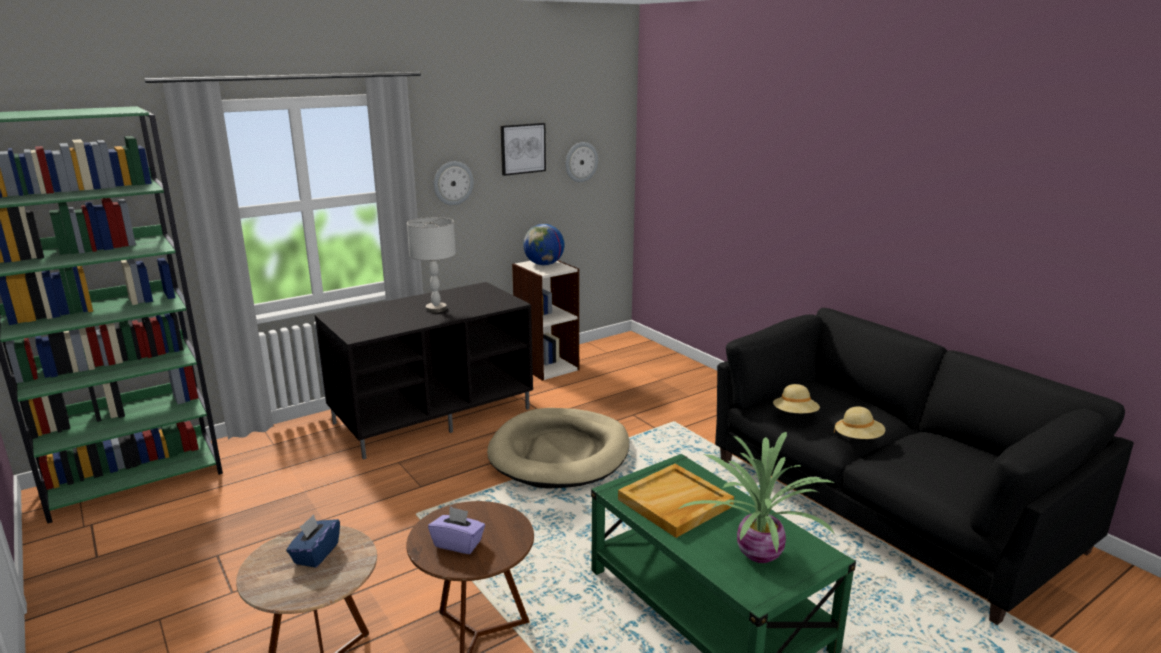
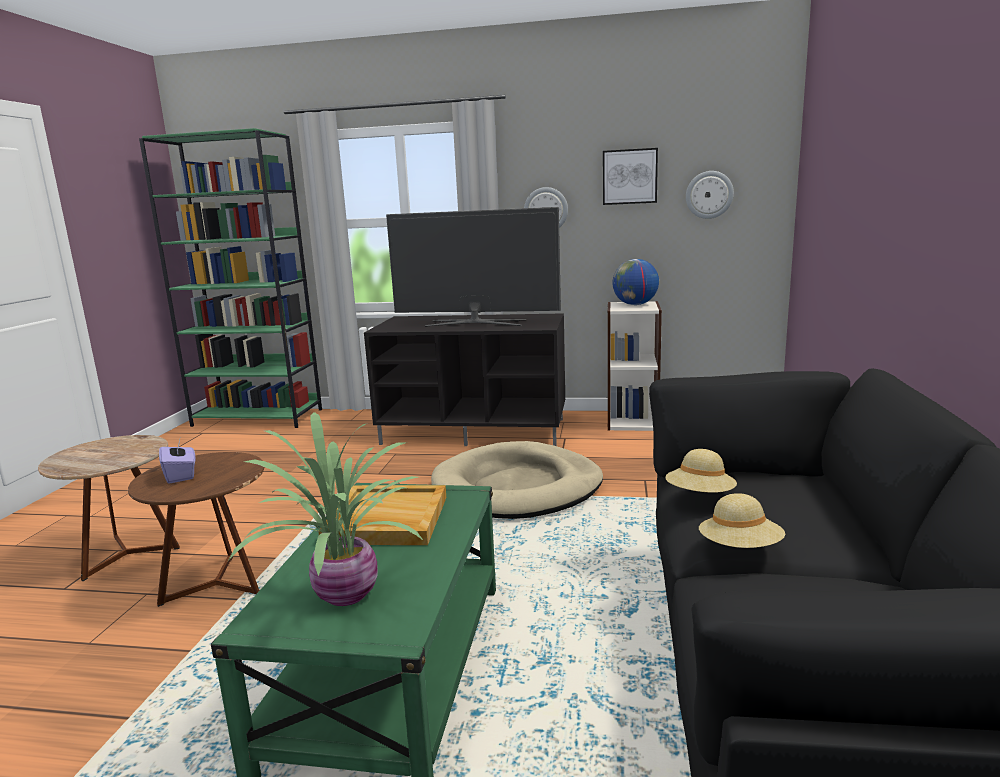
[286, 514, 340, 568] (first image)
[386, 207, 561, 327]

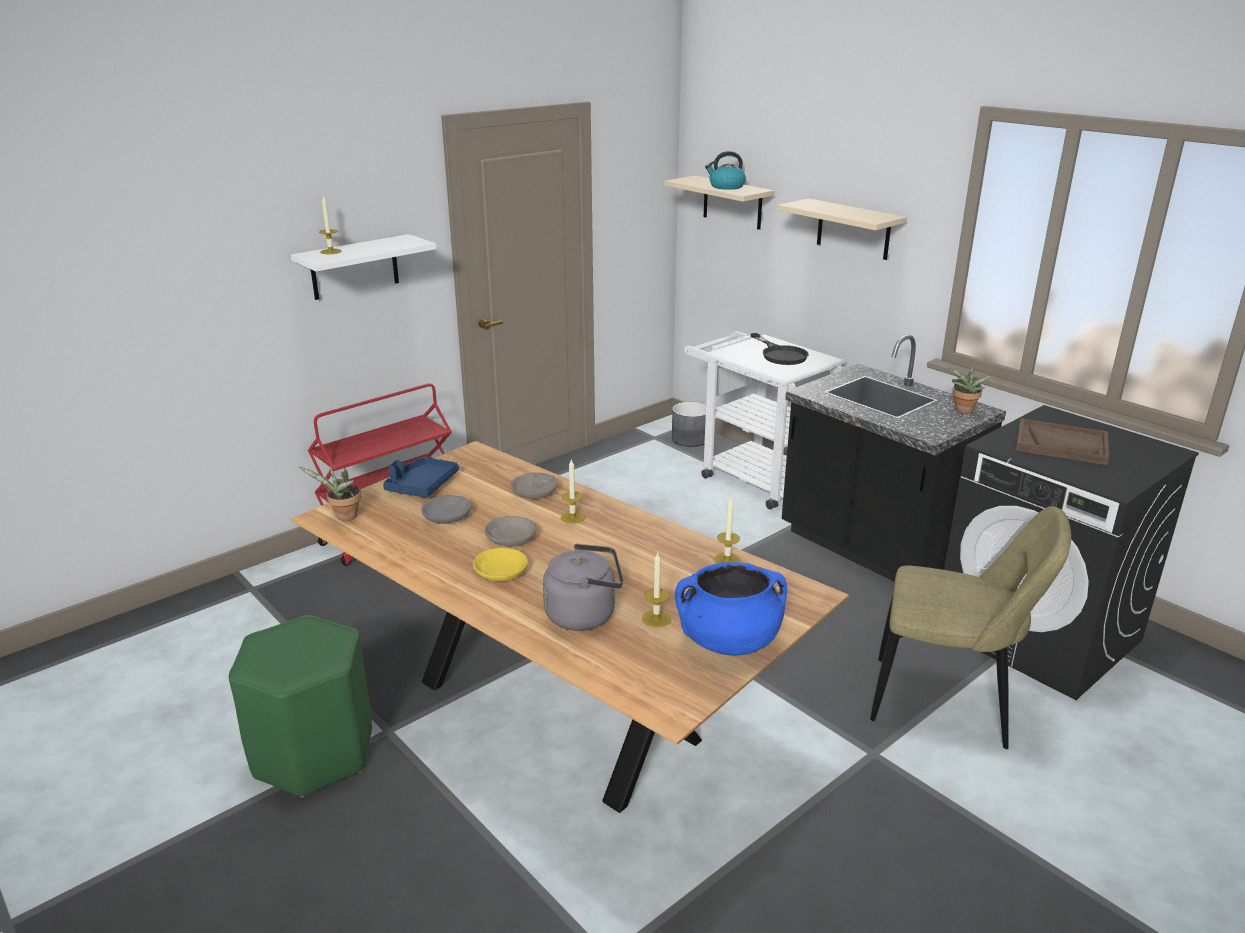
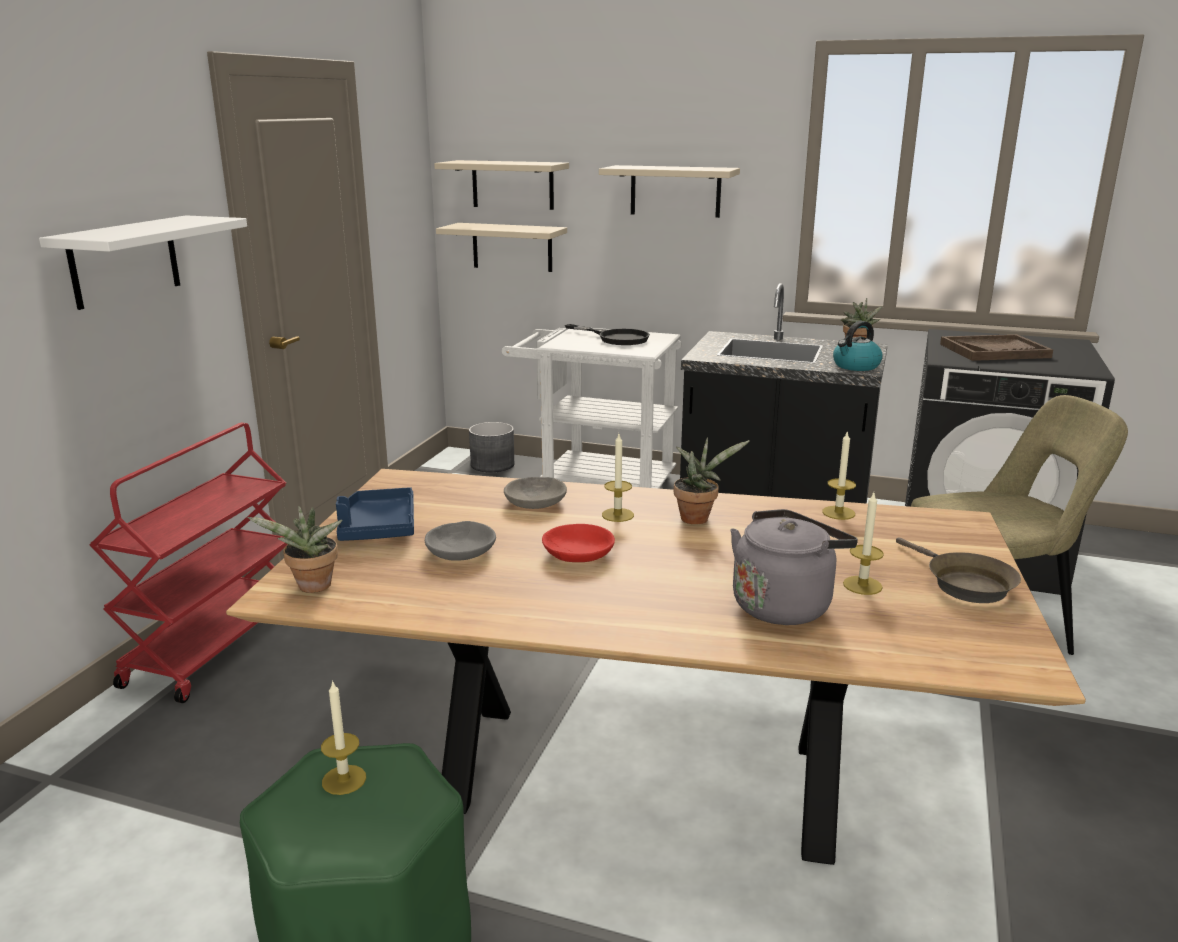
[473, 548, 528, 582] (first image)
[436, 223, 567, 272]
[674, 437, 749, 524]
[321, 680, 366, 795]
[833, 321, 883, 371]
[896, 537, 1021, 603]
[542, 524, 615, 562]

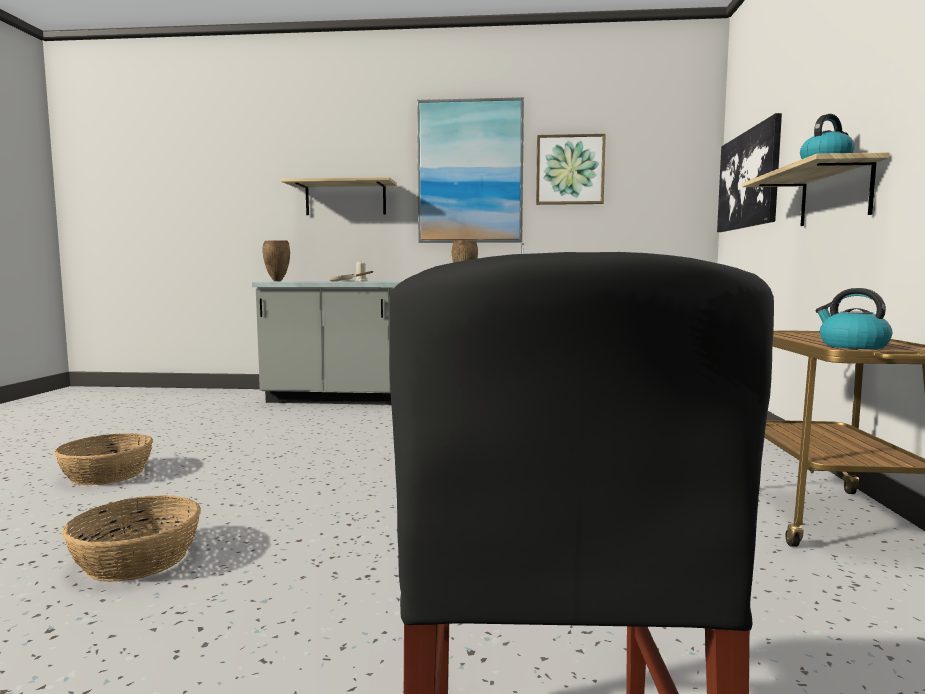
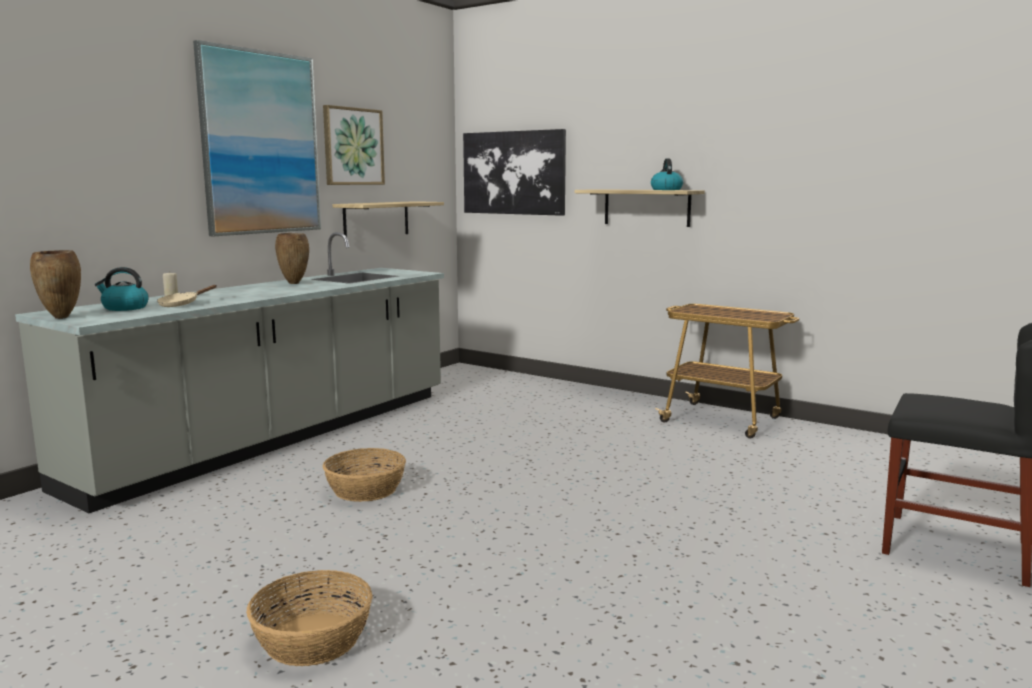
[323, 448, 406, 502]
[333, 201, 444, 237]
[95, 267, 149, 311]

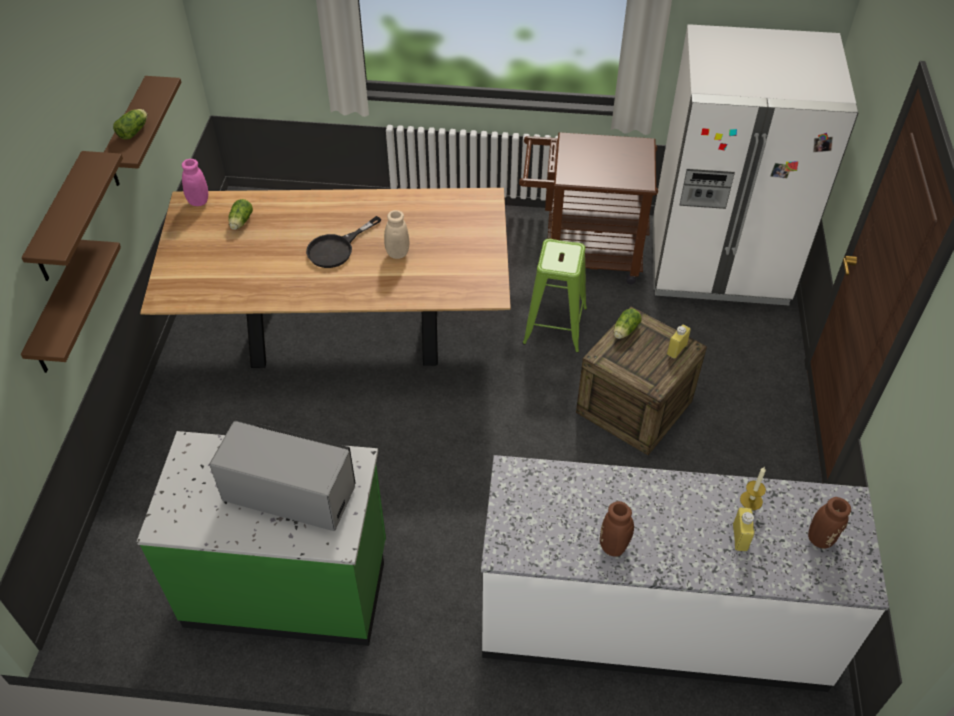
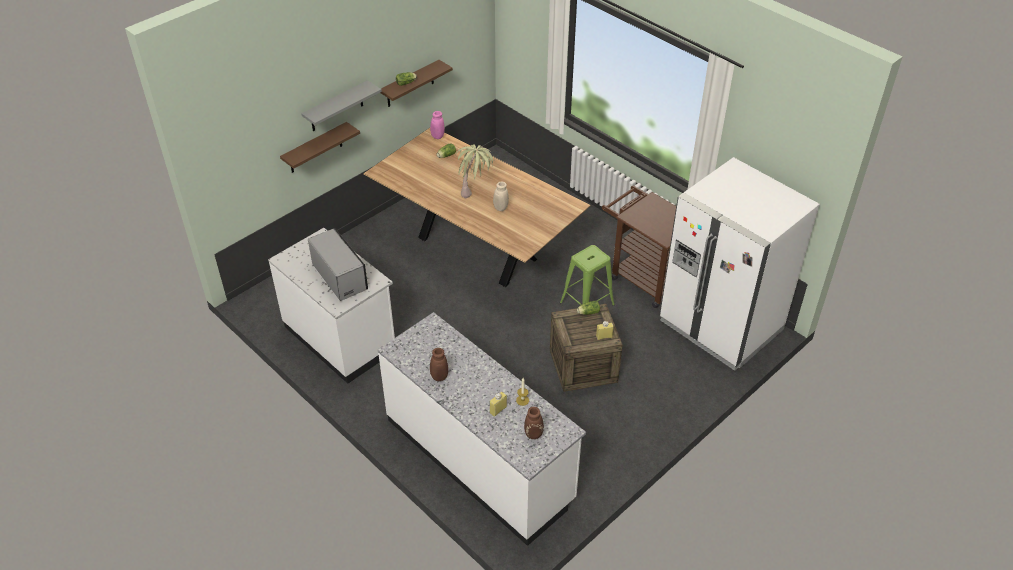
[456, 145, 495, 198]
[301, 80, 382, 131]
[268, 228, 395, 383]

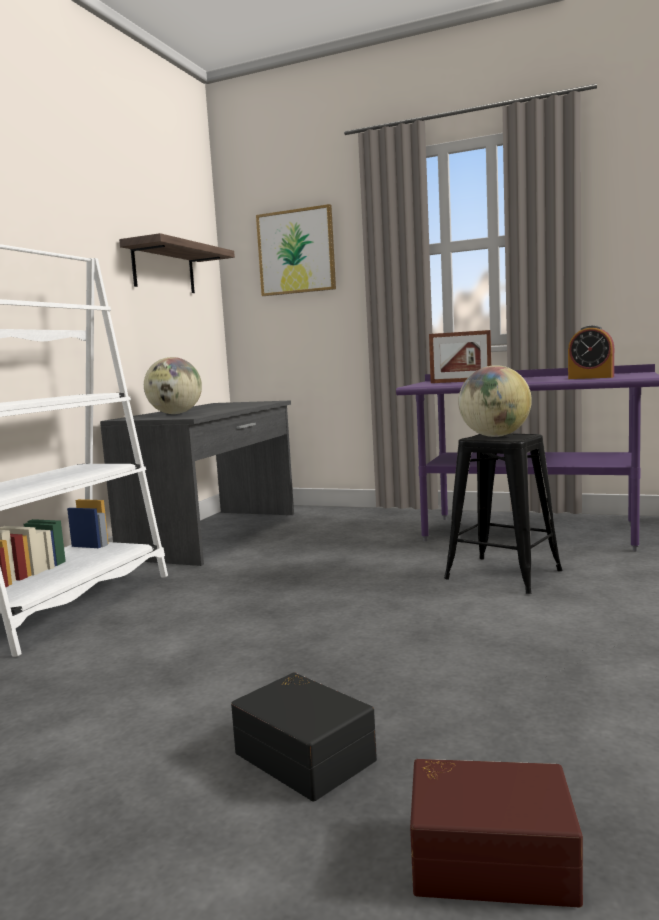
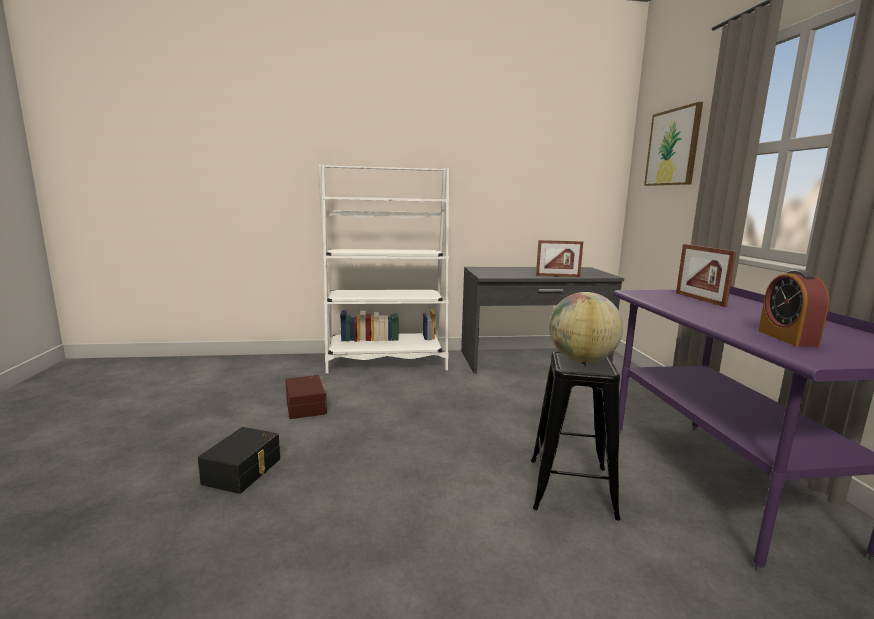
[119, 233, 235, 293] (first image)
[144, 357, 202, 414] (first image)
[536, 240, 583, 277]
[286, 375, 327, 419]

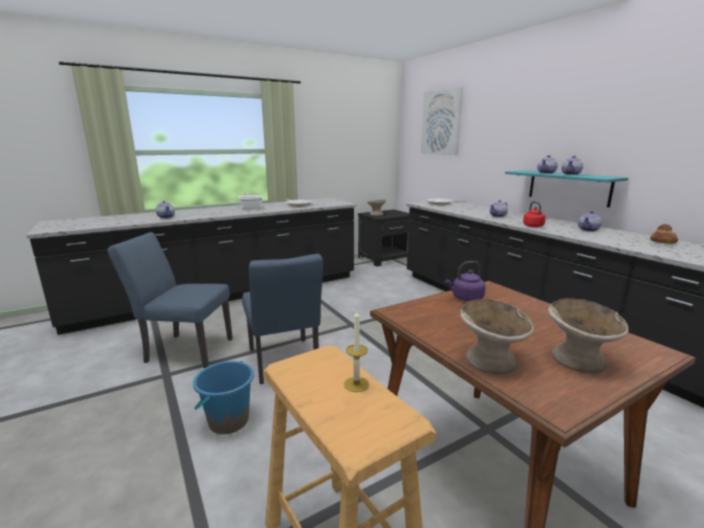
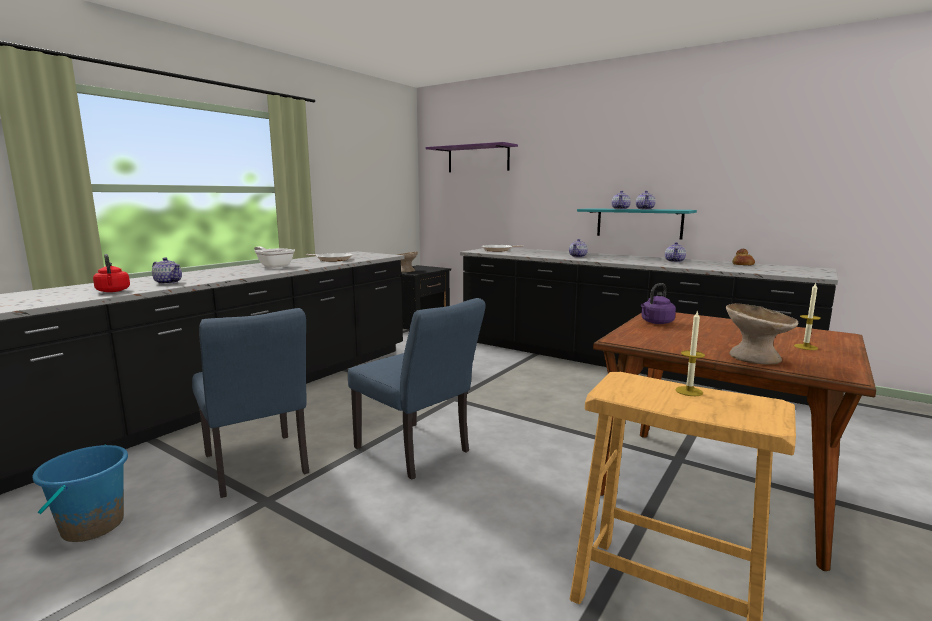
[32, 445, 128, 542]
[93, 254, 130, 292]
[426, 142, 518, 172]
[794, 282, 821, 350]
[192, 308, 309, 498]

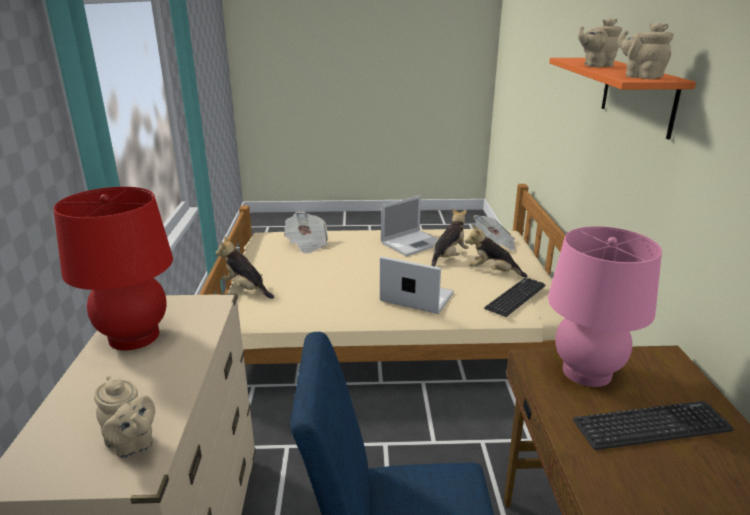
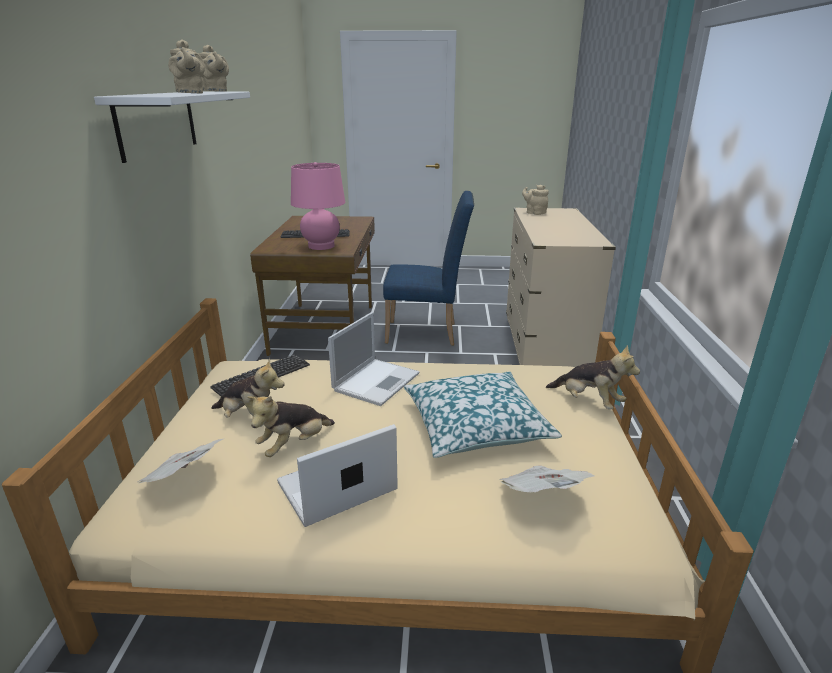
[53, 187, 173, 350] (first image)
[404, 371, 562, 458]
[94, 92, 250, 163]
[328, 312, 419, 406]
[168, 40, 205, 93]

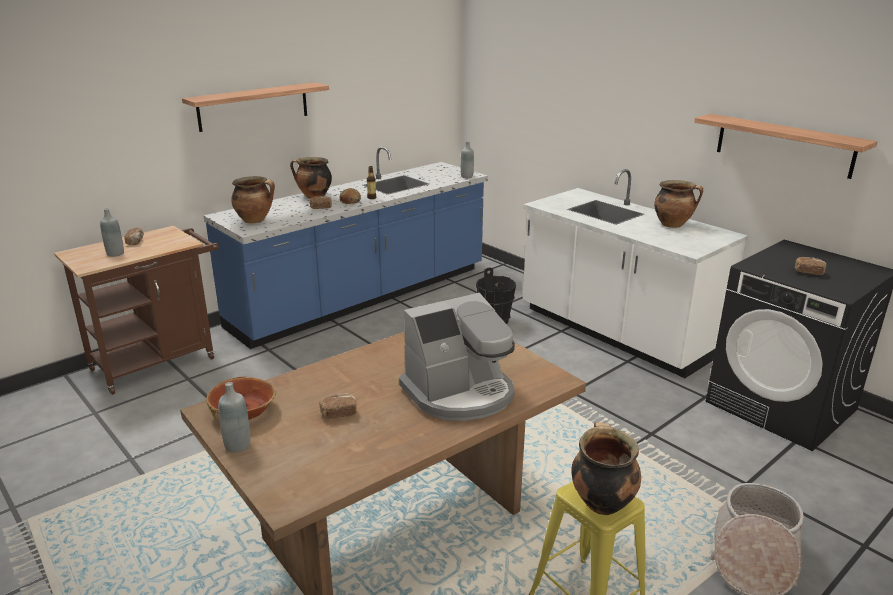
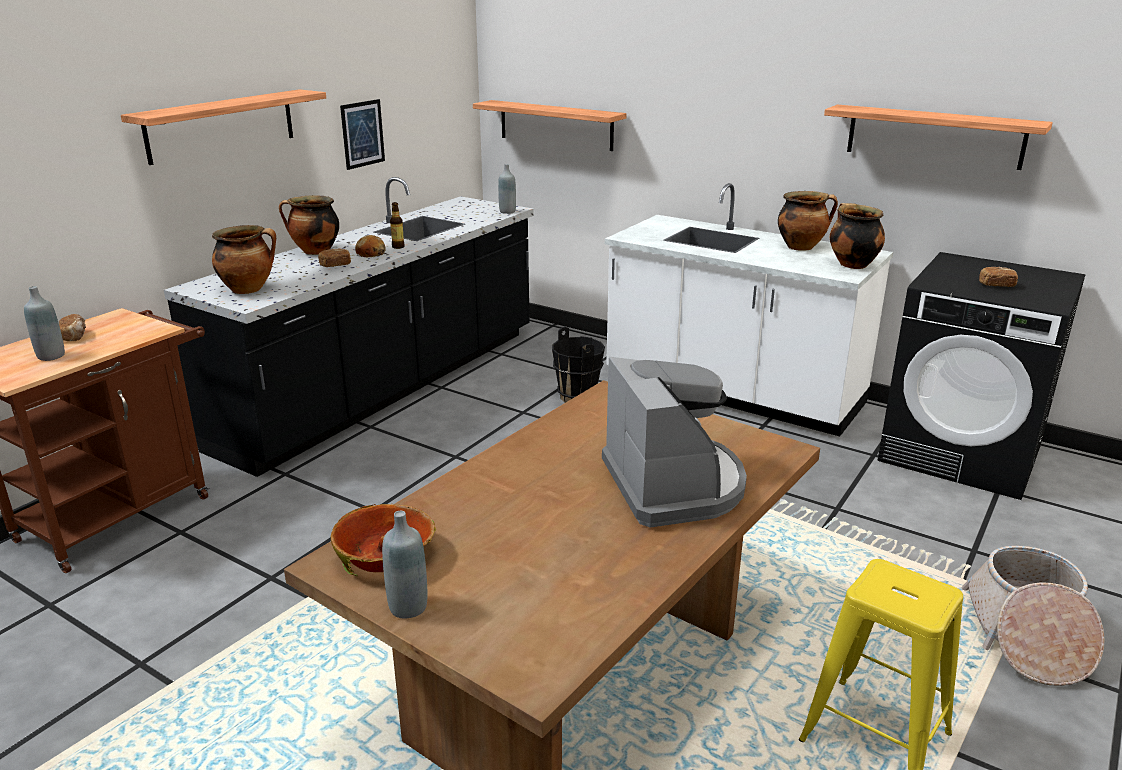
[319, 393, 357, 419] (first image)
[340, 99, 385, 170]
[473, 100, 627, 151]
[830, 203, 885, 269]
[164, 177, 534, 477]
[602, 357, 747, 528]

